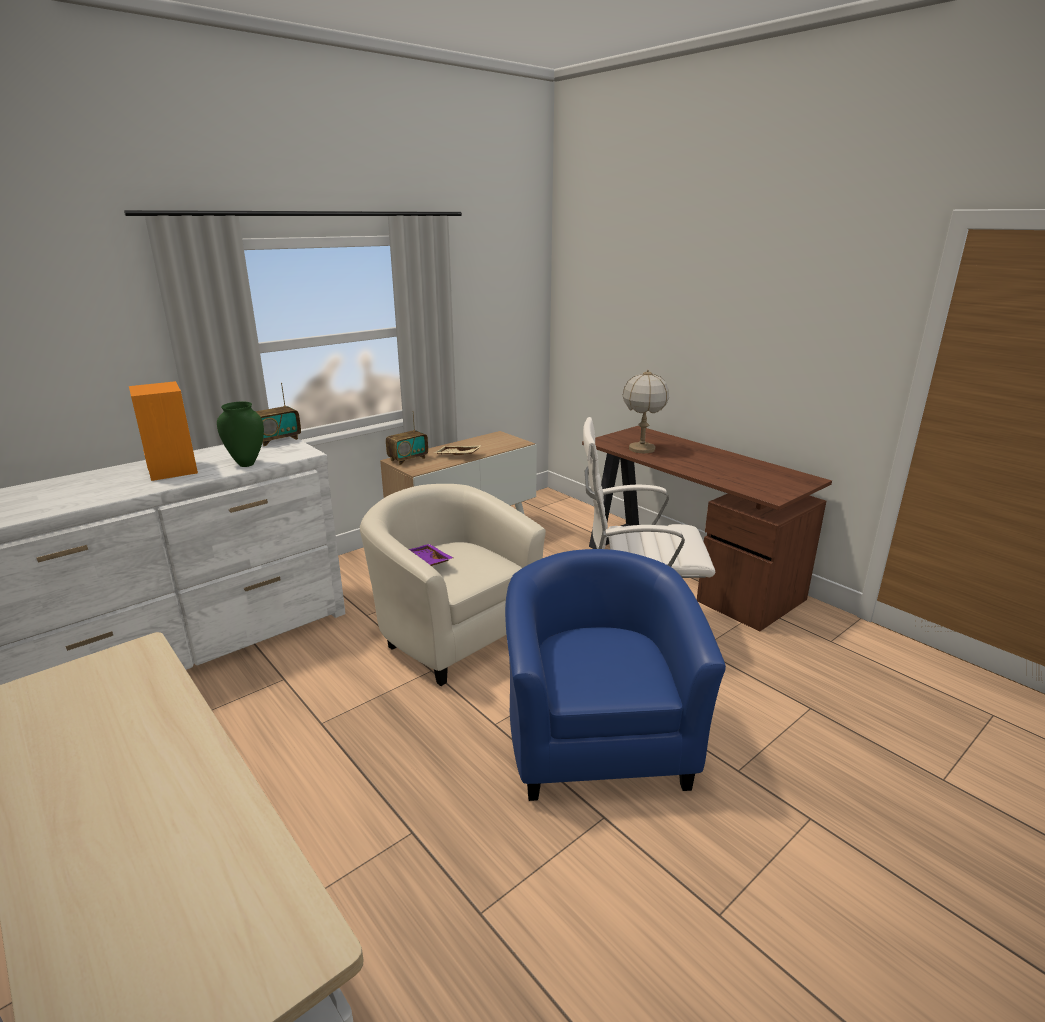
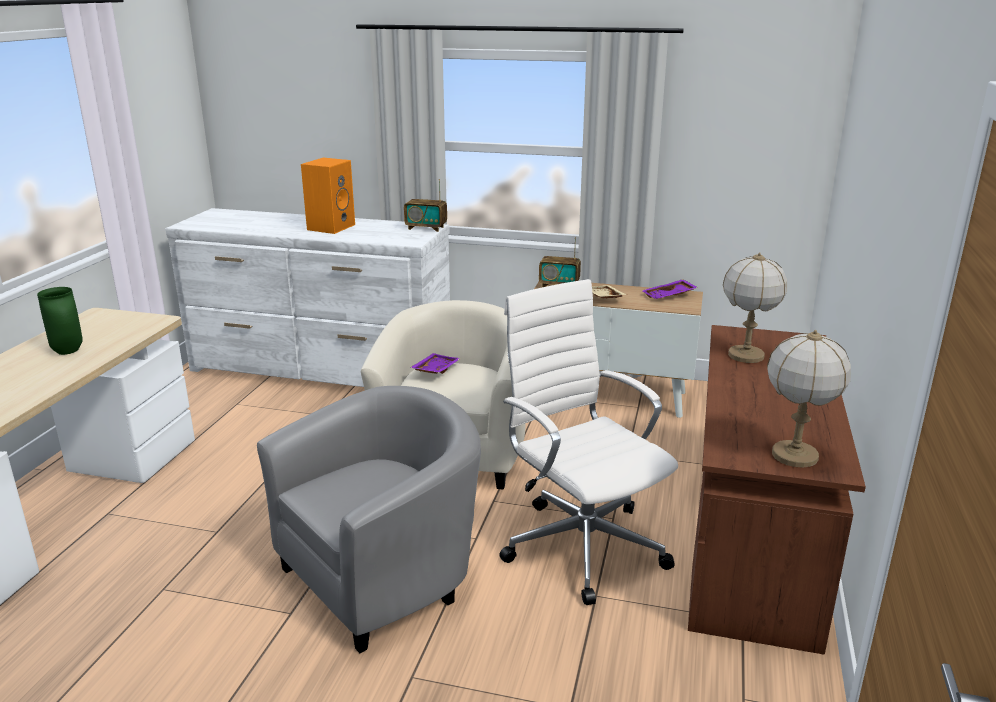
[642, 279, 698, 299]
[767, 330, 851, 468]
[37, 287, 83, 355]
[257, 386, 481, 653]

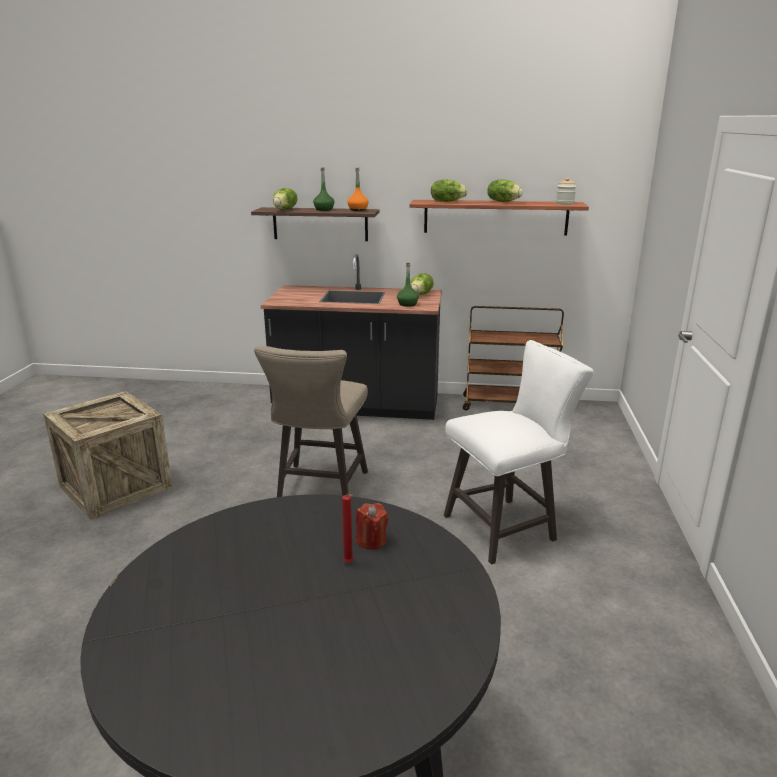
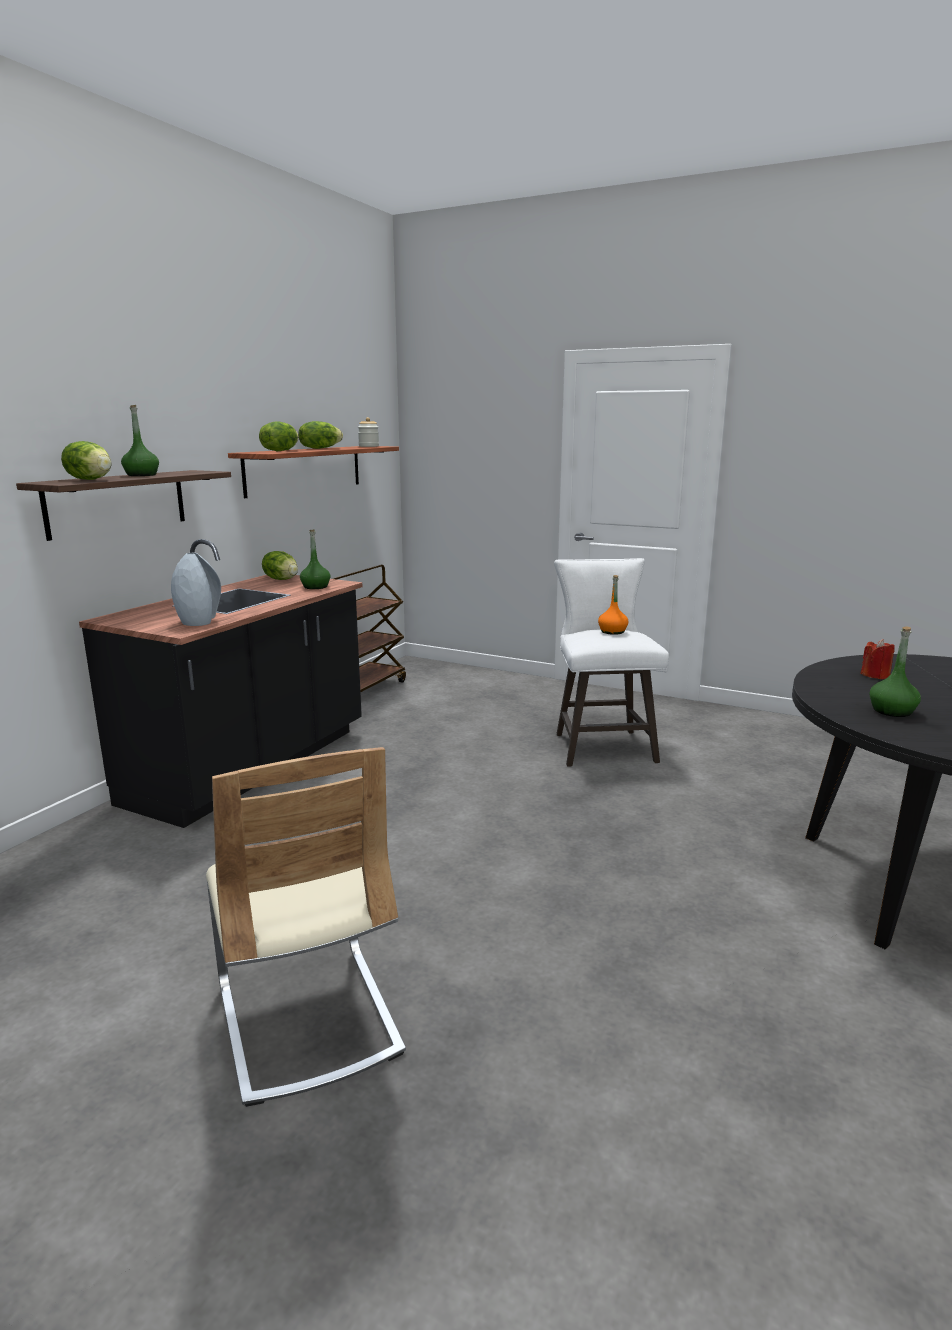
[254, 345, 368, 497] (first image)
[342, 492, 354, 563] (first image)
[171, 553, 221, 626]
[870, 626, 921, 717]
[598, 575, 628, 635]
[206, 747, 406, 1107]

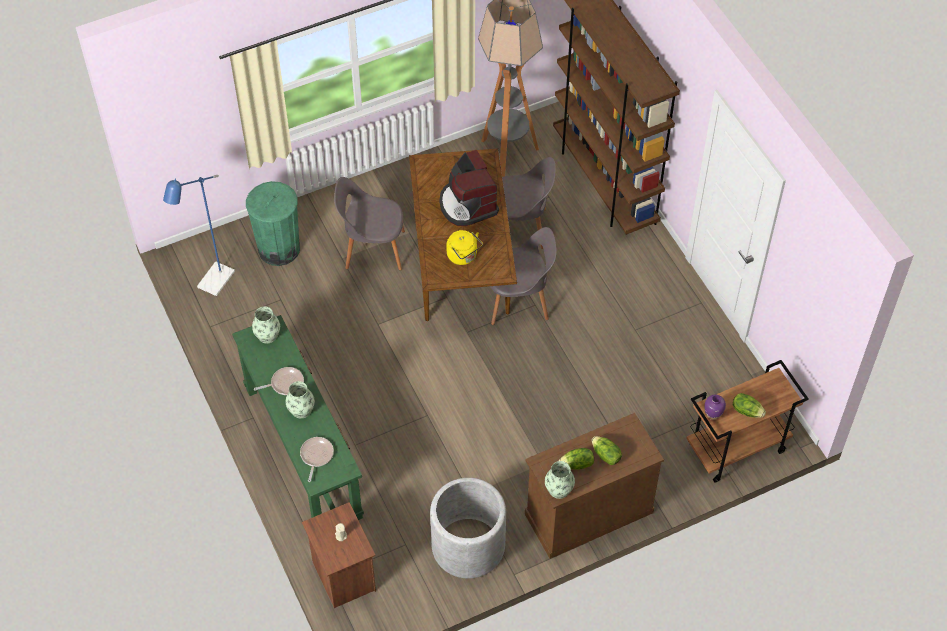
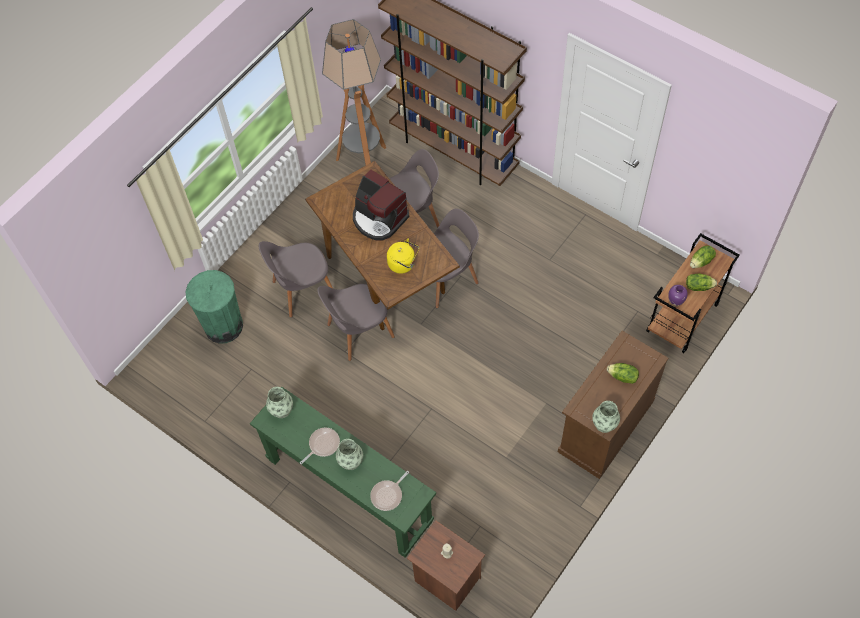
[163, 175, 235, 296] (first image)
[430, 478, 506, 578] (first image)
[317, 284, 395, 361]
[690, 246, 716, 268]
[370, 471, 409, 511]

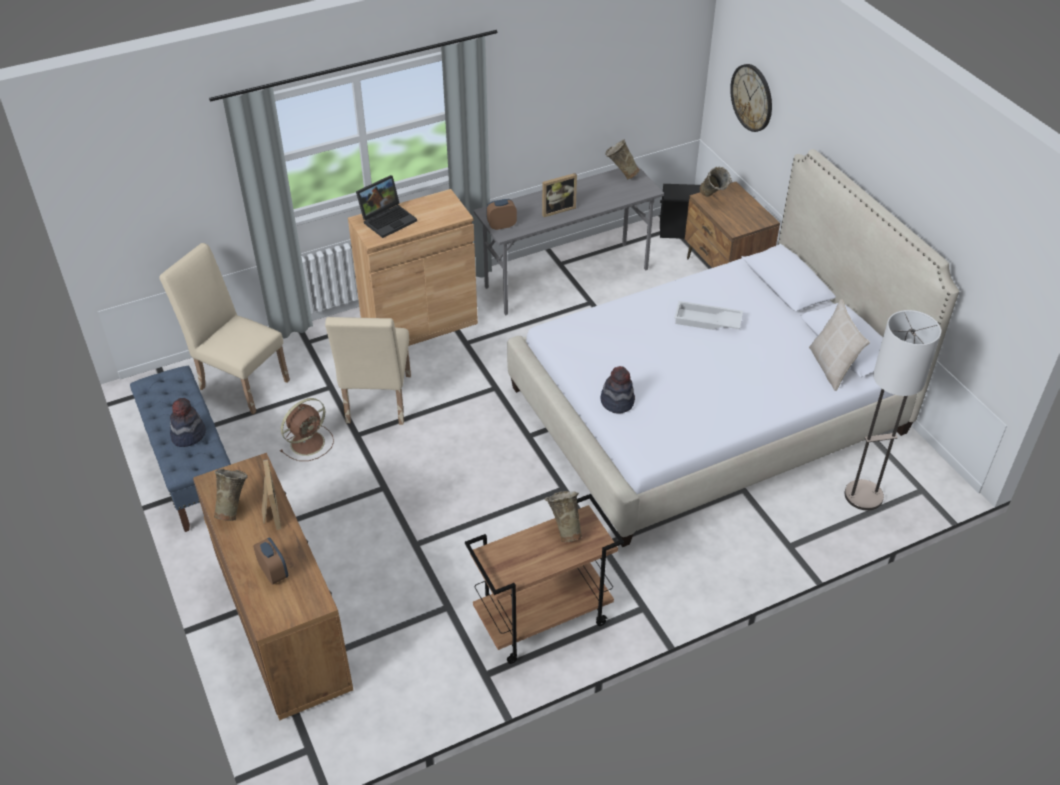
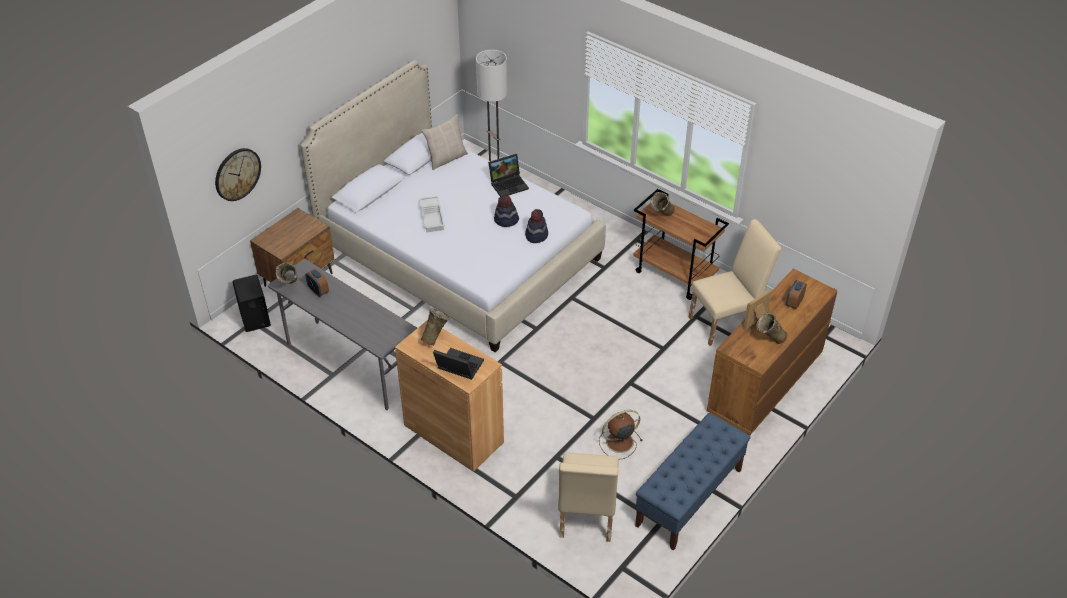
[542, 173, 577, 217] (first image)
[488, 154, 529, 197]
[494, 195, 519, 227]
[689, 219, 781, 346]
[305, 269, 329, 297]
[421, 309, 450, 346]
[599, 410, 642, 459]

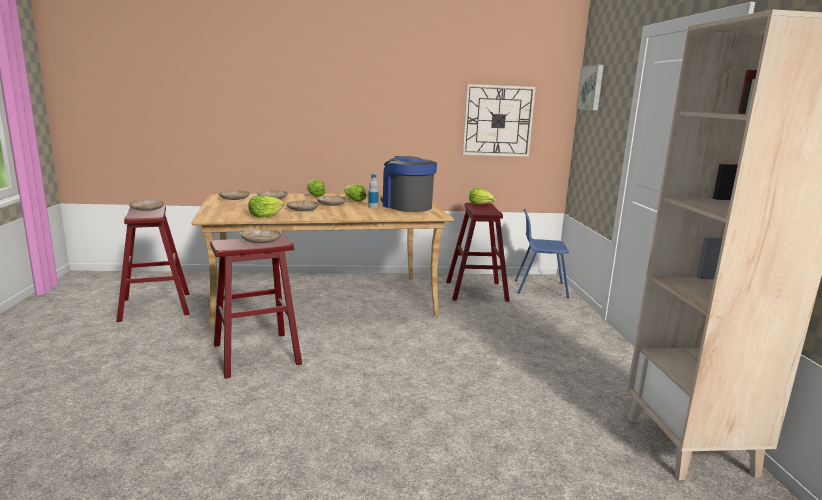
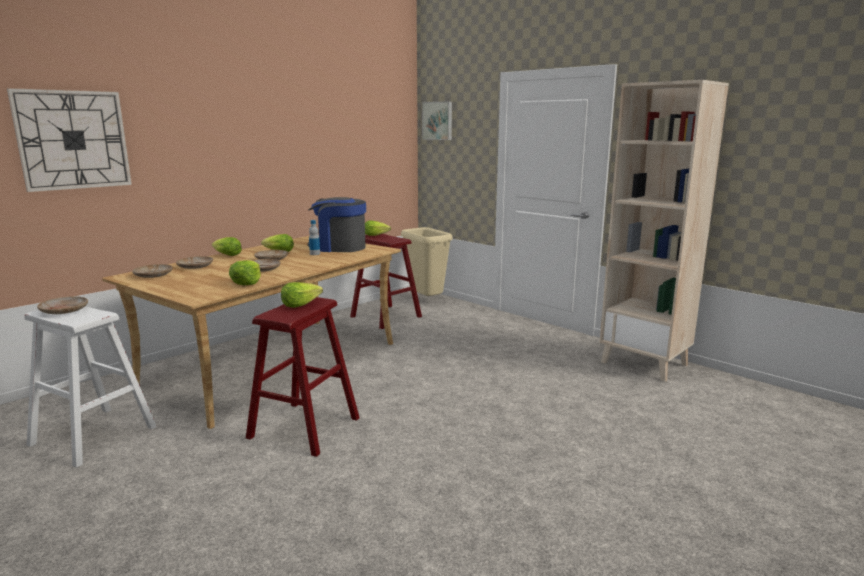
[7, 88, 132, 192]
[281, 282, 323, 308]
[401, 227, 452, 296]
[24, 306, 157, 468]

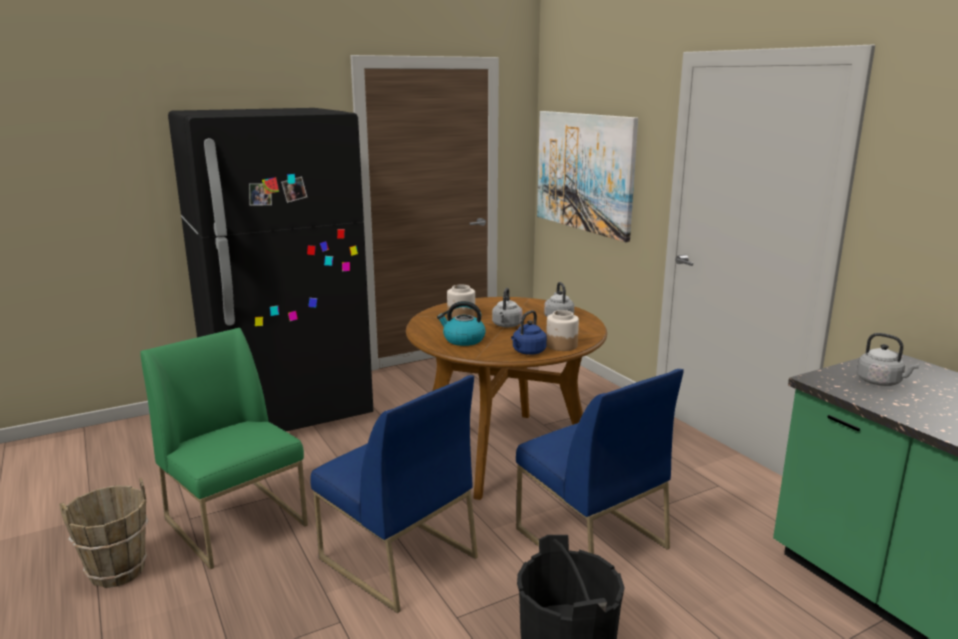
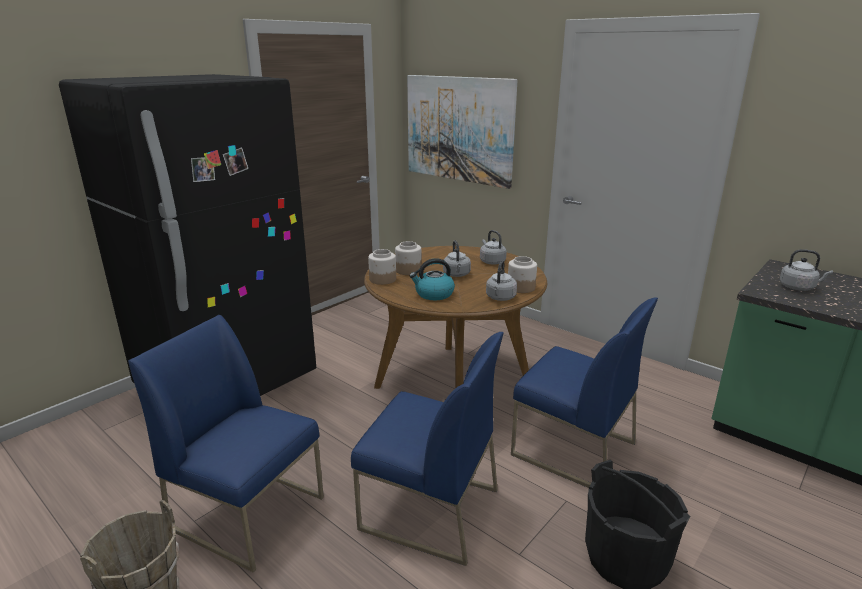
[368, 249, 396, 285]
[128, 315, 324, 572]
[486, 260, 517, 301]

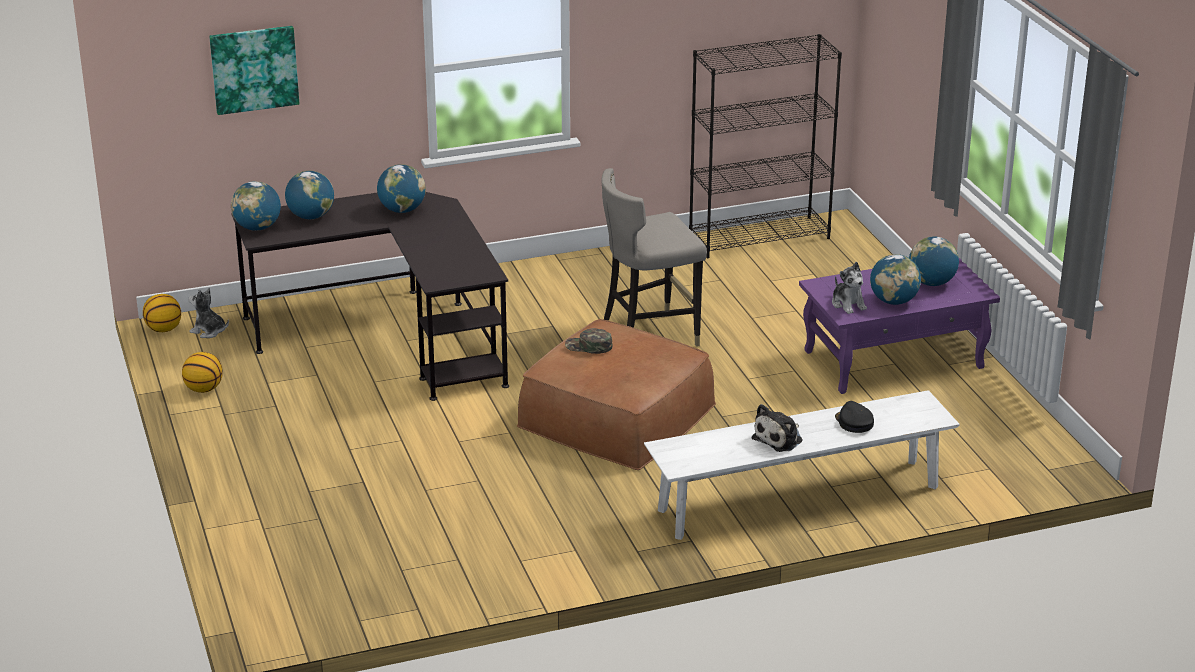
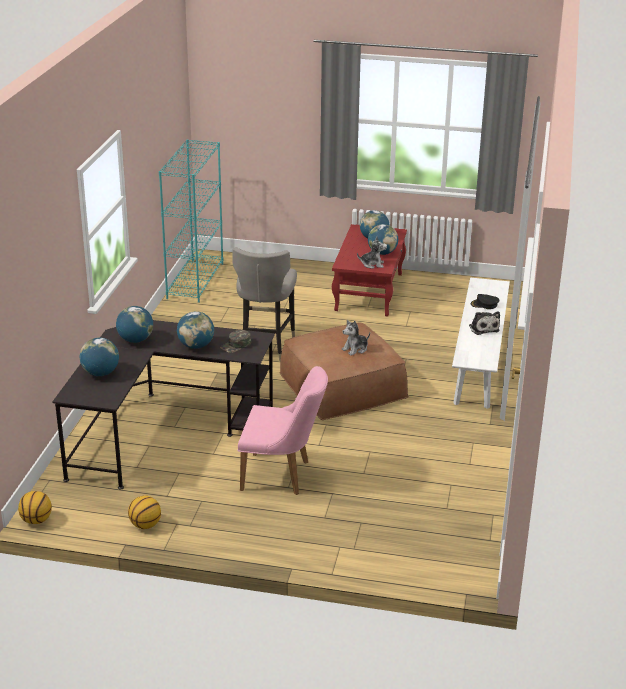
[209, 26, 299, 115] (first image)
[238, 366, 328, 495]
[342, 320, 370, 356]
[177, 311, 214, 349]
[220, 330, 251, 353]
[159, 139, 223, 303]
[332, 224, 407, 316]

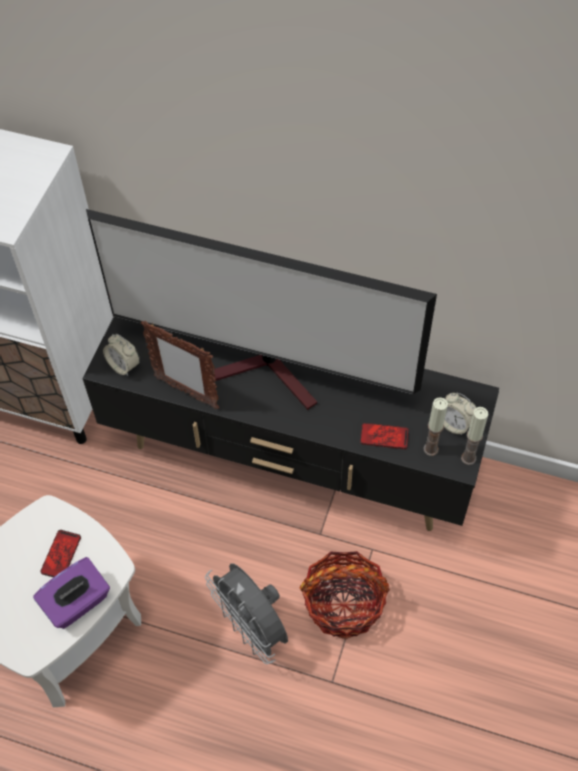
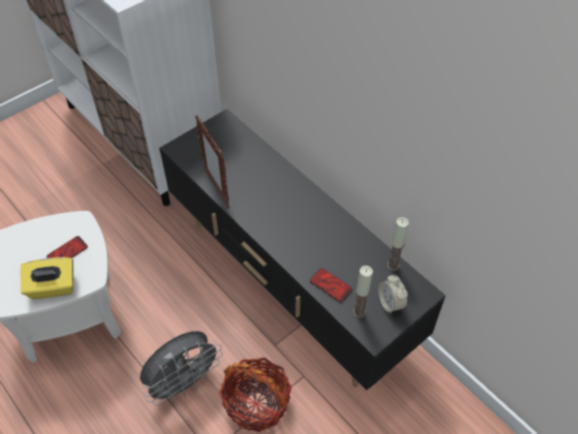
[86, 209, 437, 410] (first image)
[103, 334, 140, 376] (first image)
[387, 217, 409, 271]
[21, 257, 74, 299]
[140, 331, 223, 406]

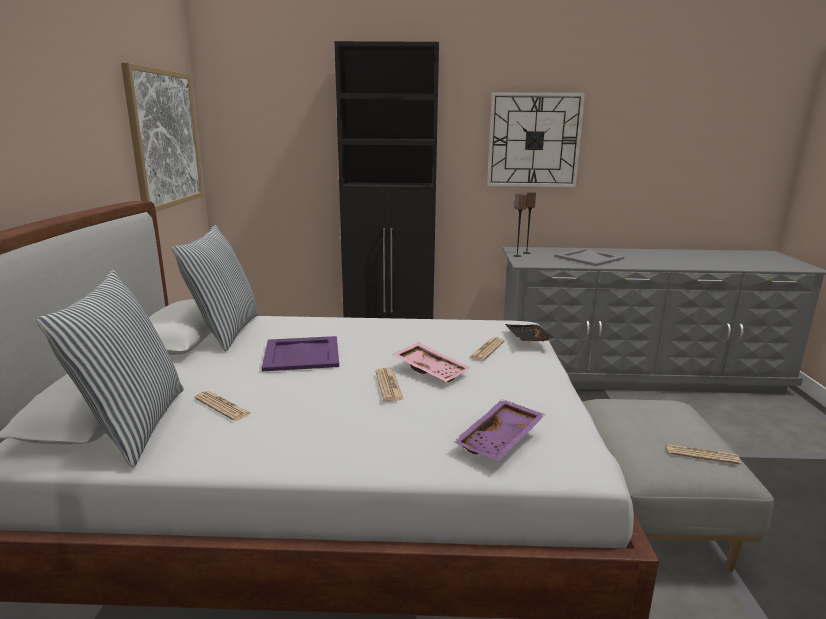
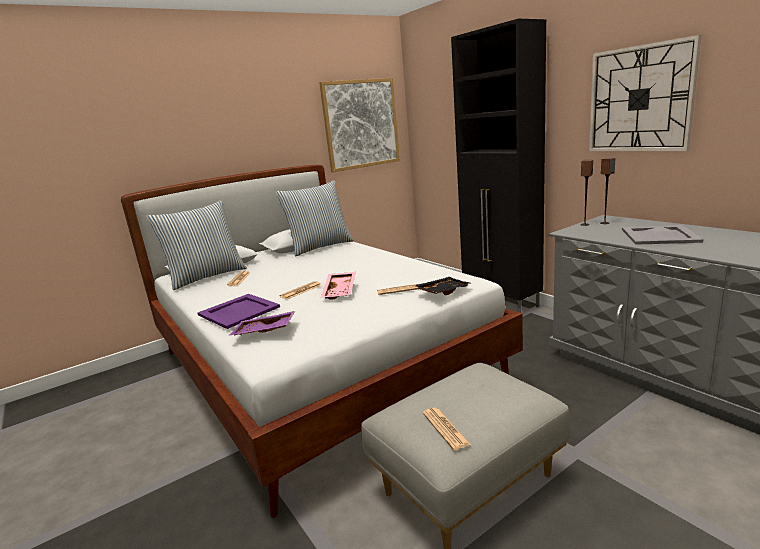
[197, 294, 280, 329]

